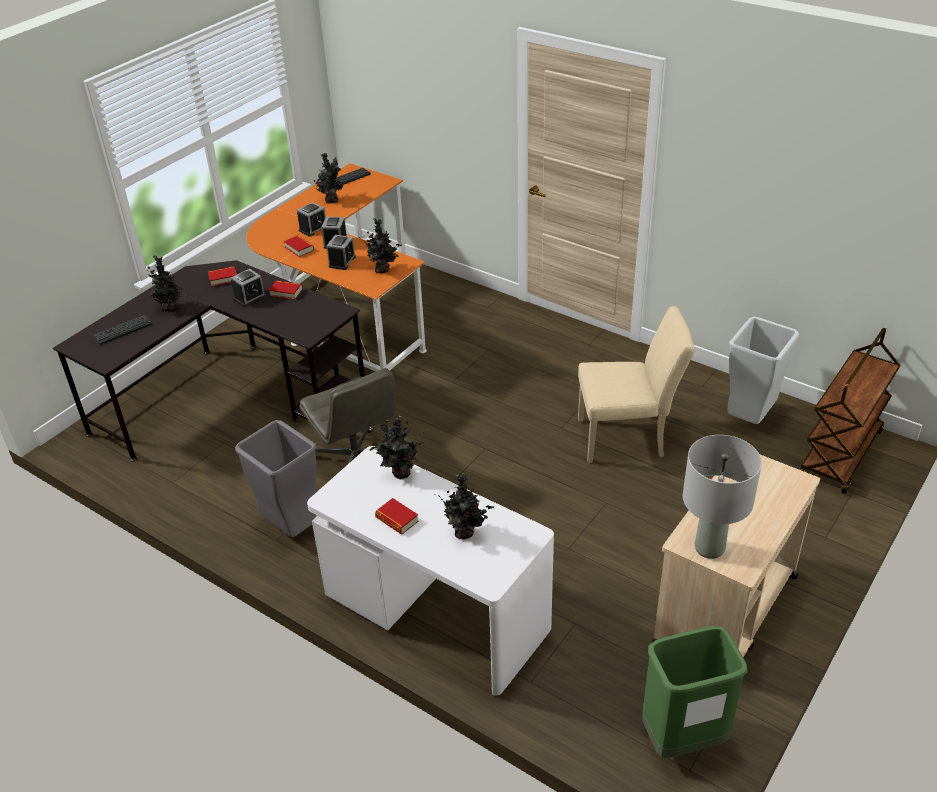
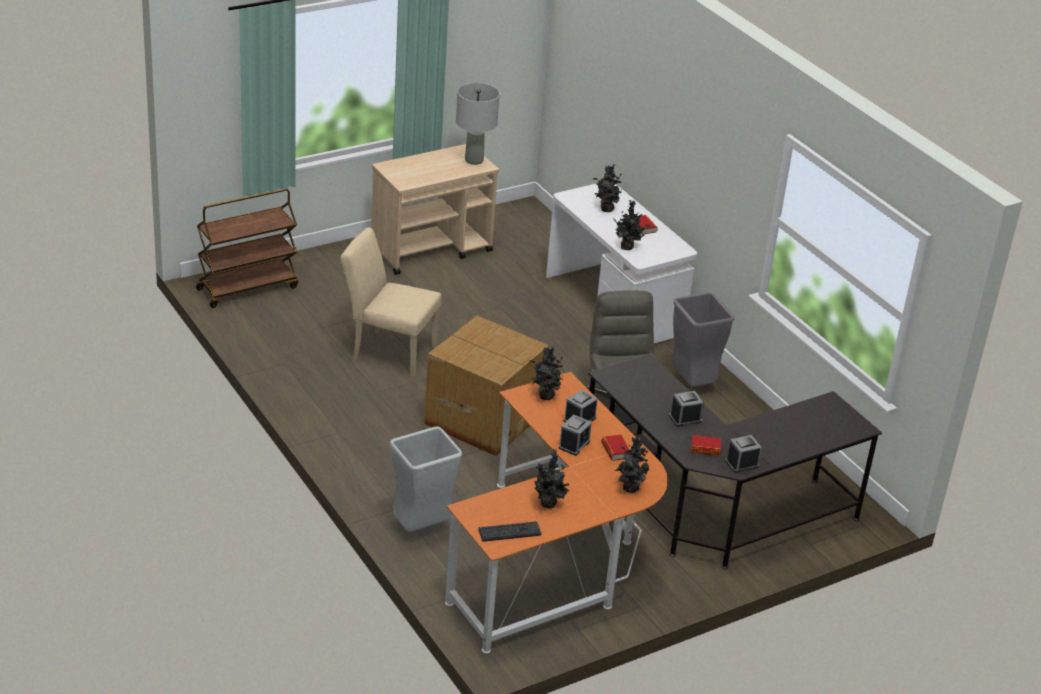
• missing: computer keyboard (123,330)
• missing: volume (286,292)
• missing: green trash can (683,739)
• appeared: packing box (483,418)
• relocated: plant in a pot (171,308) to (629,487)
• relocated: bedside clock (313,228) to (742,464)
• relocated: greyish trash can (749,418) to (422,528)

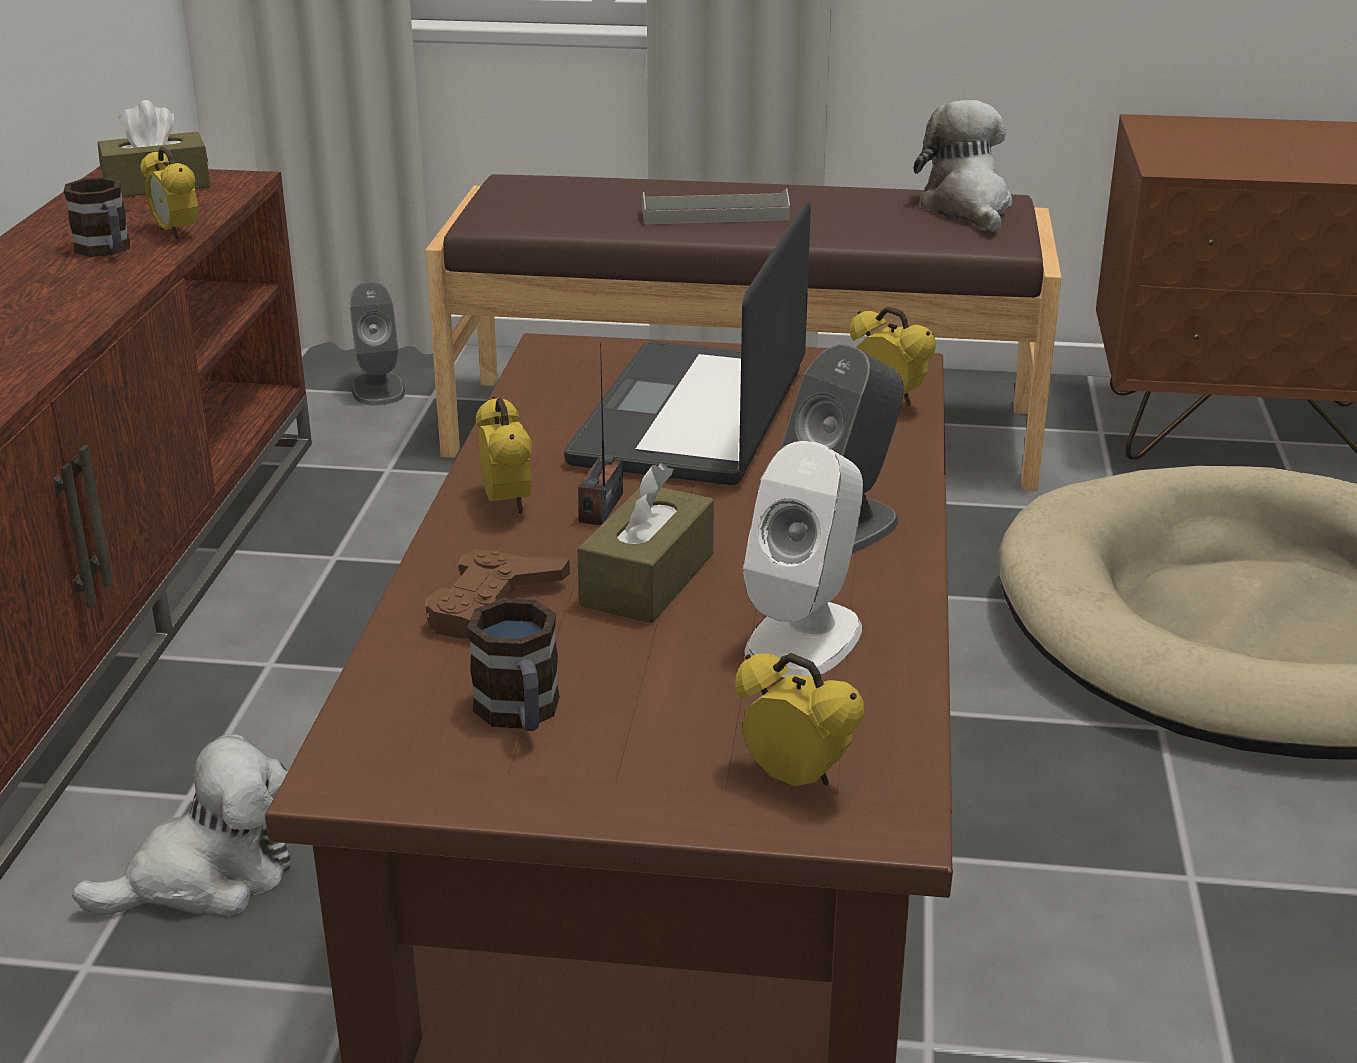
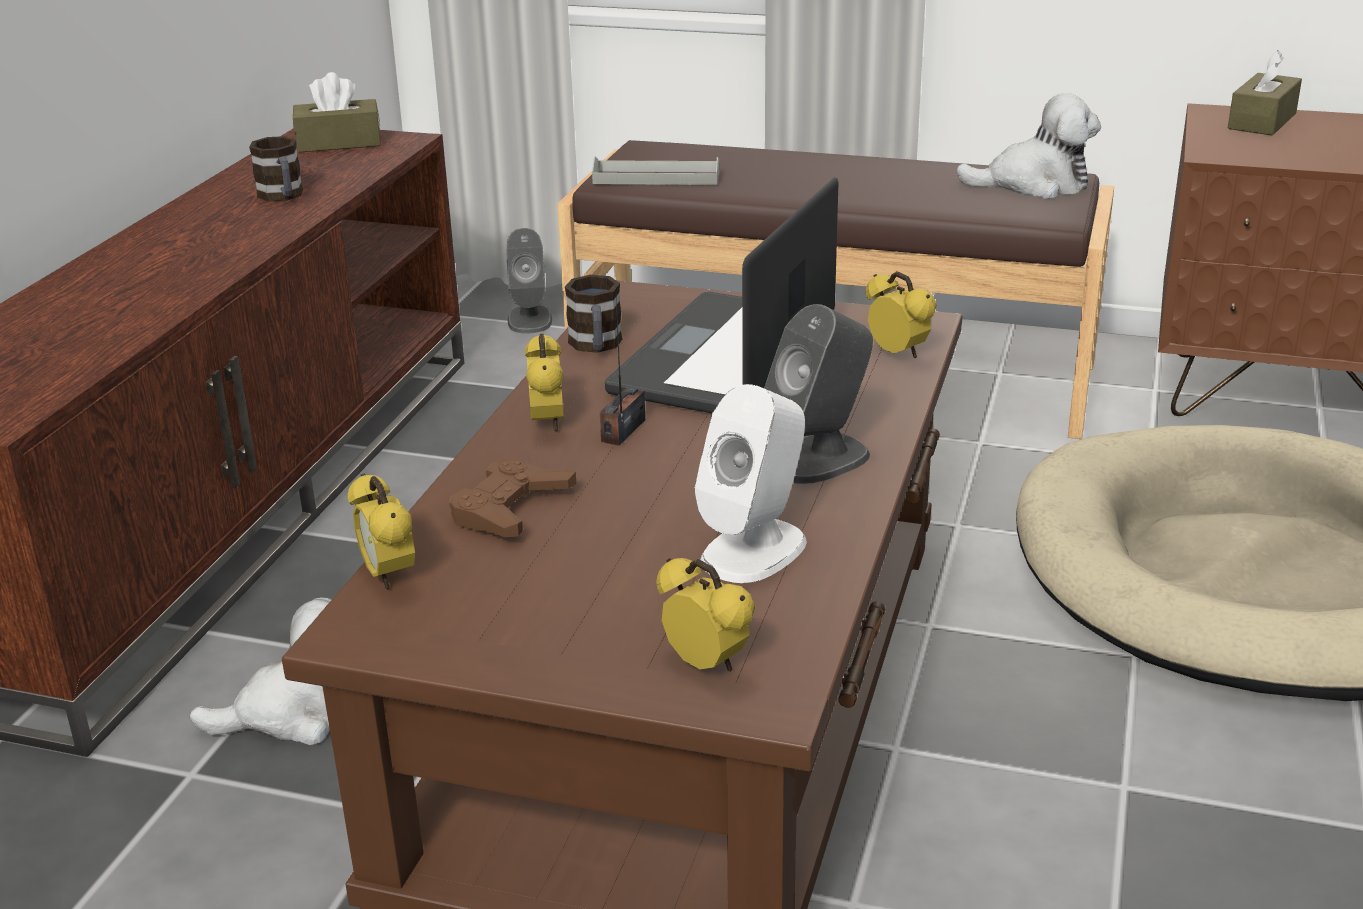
• relocated: bedside clock (176,233) to (388,576)
• relocated: mug (520,715) to (596,346)
• relocated: brownish box of tissues (647,580) to (1262,121)
• relocated: greyish serving tray (715,215) to (656,178)
• spun: plush toy (967,209) = (1034,185) 90 degrees clockwise

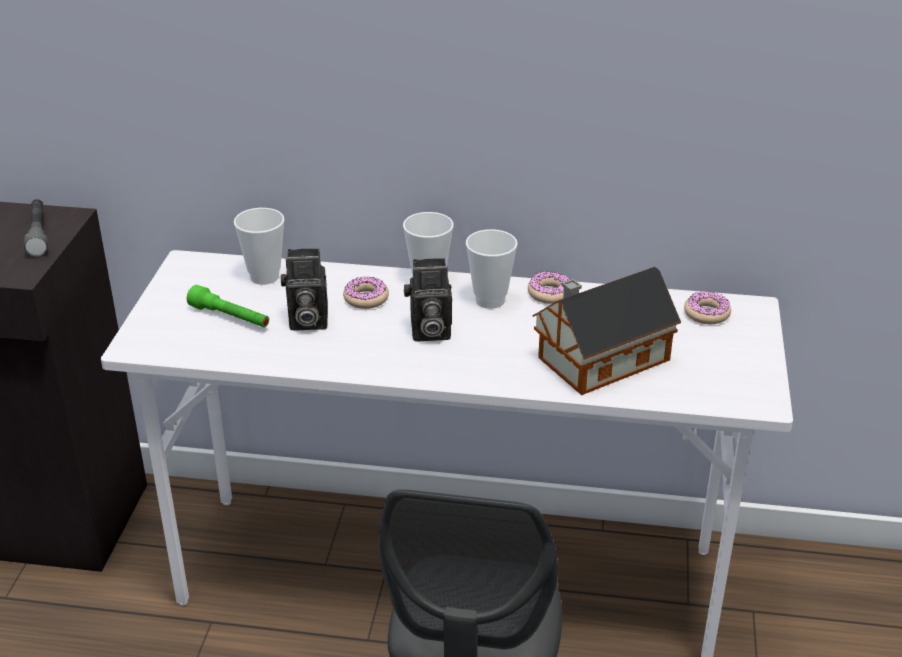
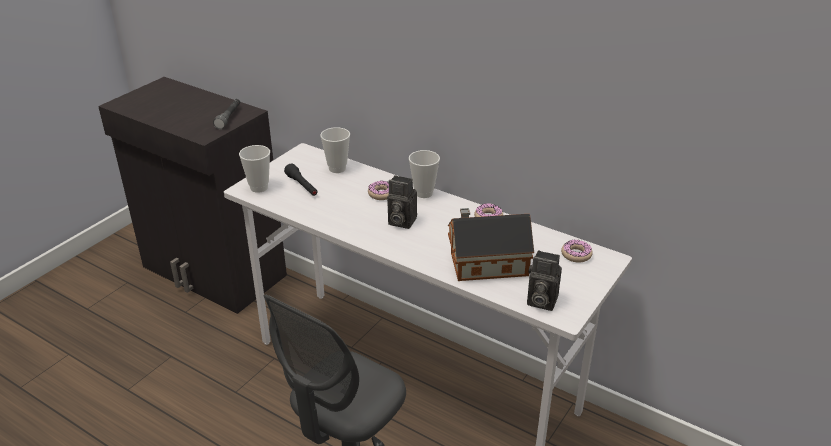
• relocated: photo camera (306,321) to (540,301)
• relocated: cup (490,300) to (259,187)
• colour: green torch (230,318) to black torch (302,186)

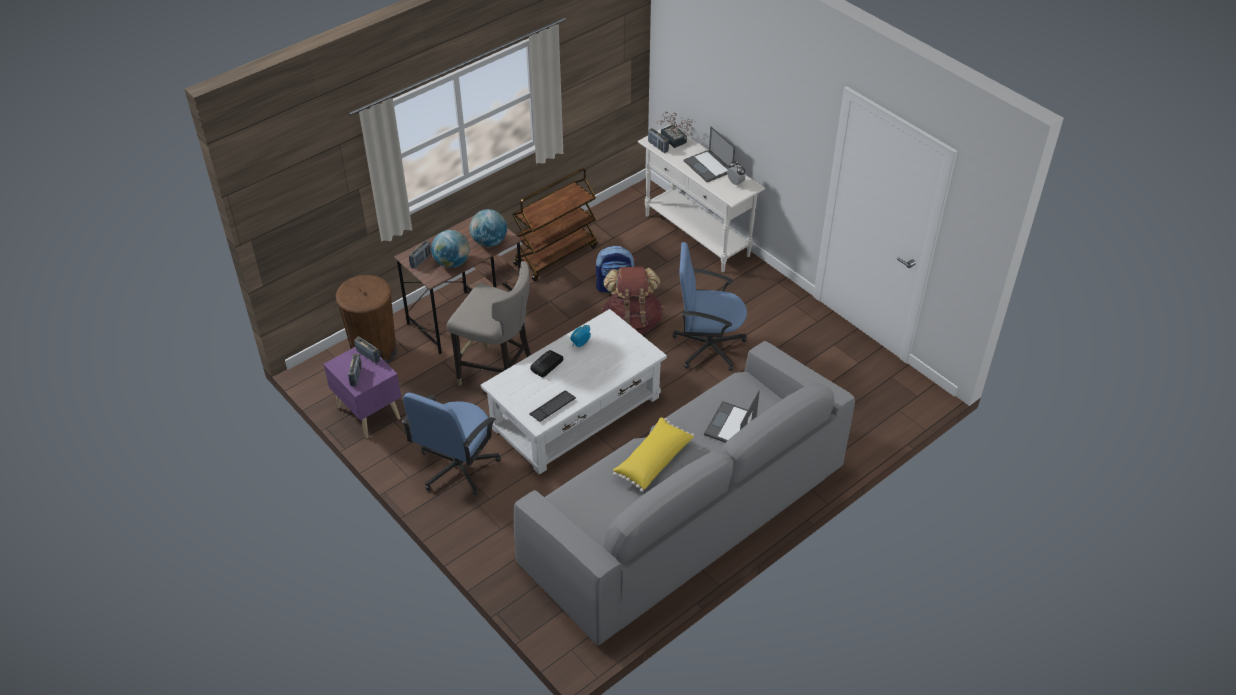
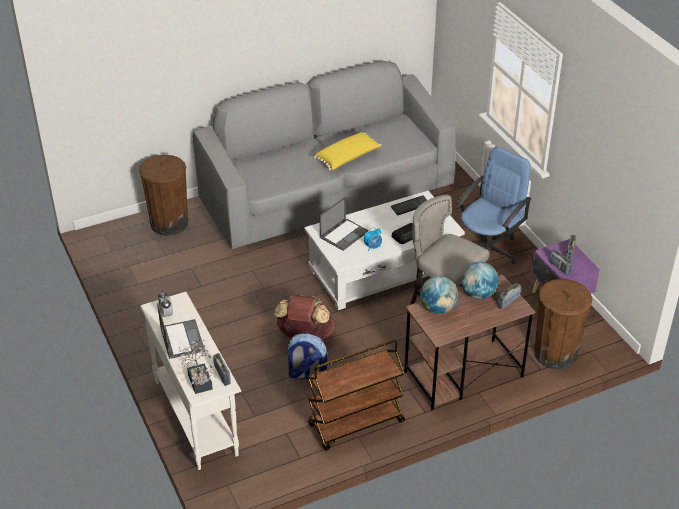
• missing: blue-coloured office chair (707,346)
• appeared: brownish trash can (169,223)
• relocated: portable computer (730,425) to (344,234)

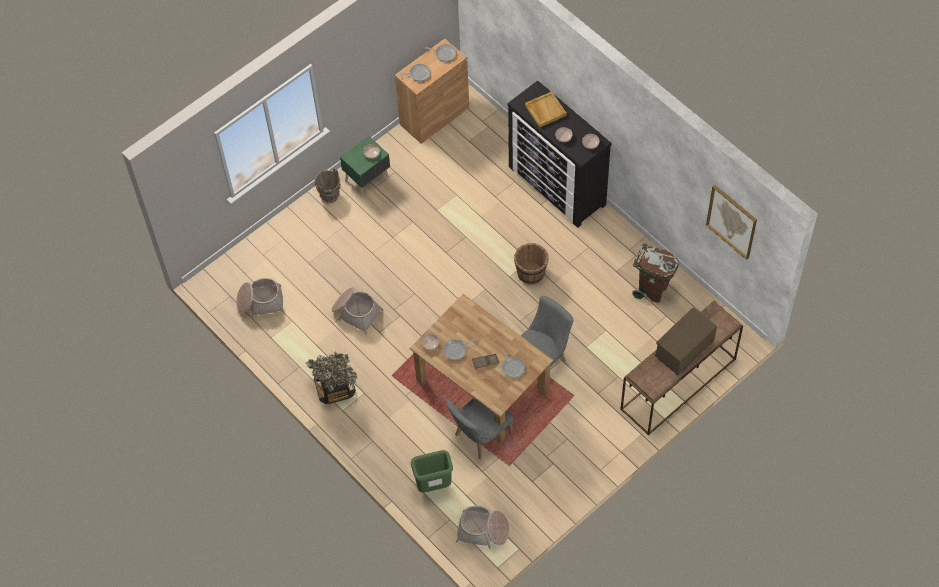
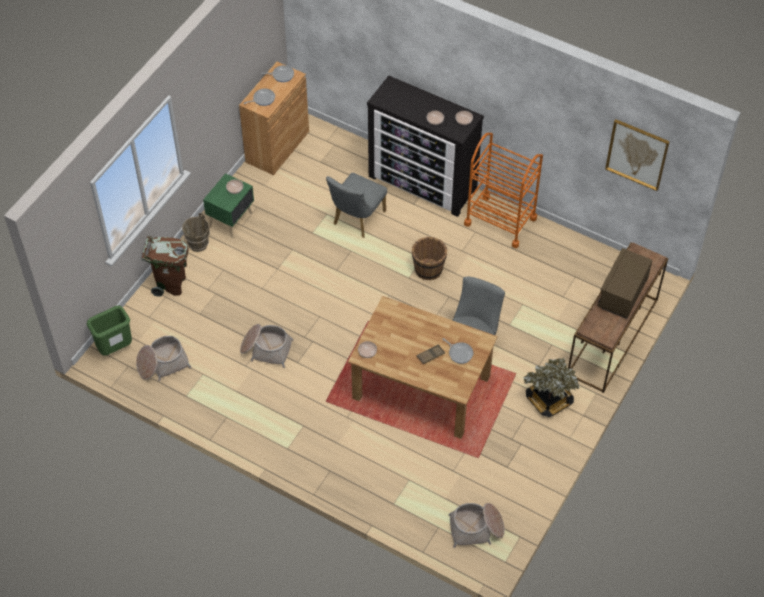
• missing: frying pan (456,350)
• missing: beige serving tray (545,110)
• appeared: orange wheeled cart (500,221)
• relocated: plant in a pot (335,388) to (549,400)
• relocated: green trash can (434,485) to (115,348)
• relocated: greyish upright chair (480,436) to (356,220)
• relocated: brownish trash can (652,290) to (171,284)

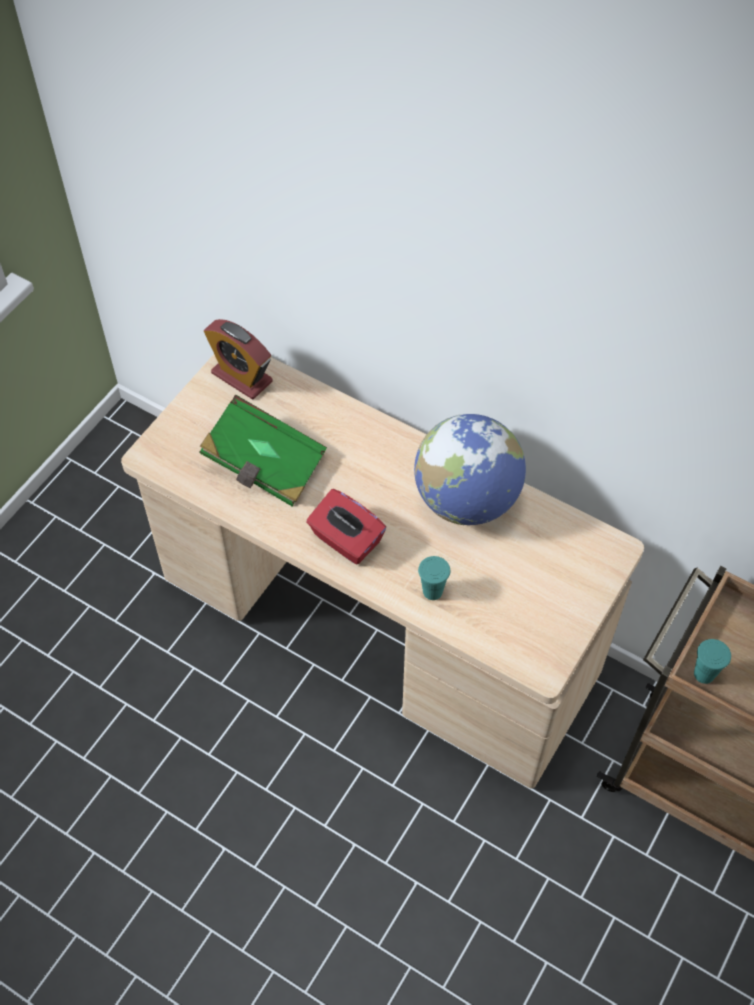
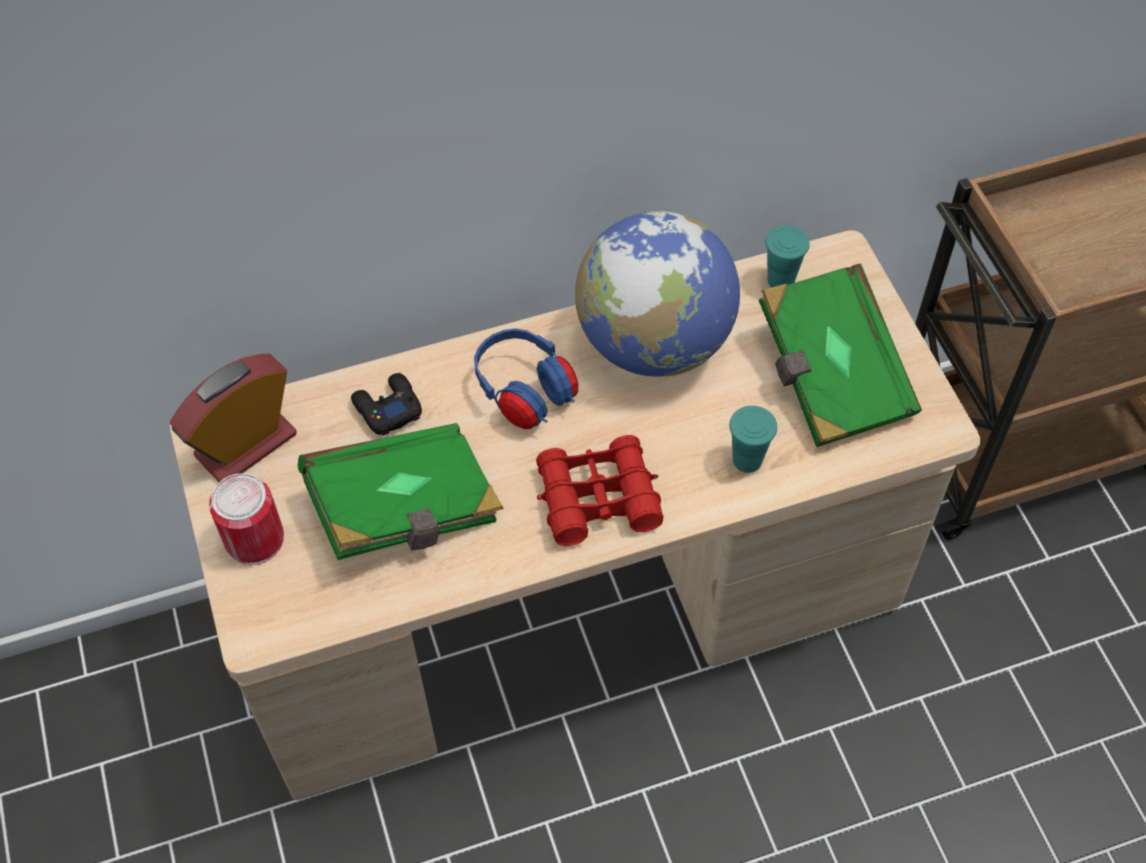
• appeared: sealed can (254,539)
• appeared: black game controller (387,408)
• appeared: blue-coloured pair of headphones (525,393)
• appeared: green volume (830,376)
• relocated: turquoise-coloured cup (704,674) to (780,280)
• exchanged: red-coloured box of tissues (346,540) to red-coloured binoculars (597,498)
• spun: bedside clock (242,377) = (246,445) 150 degrees clockwise

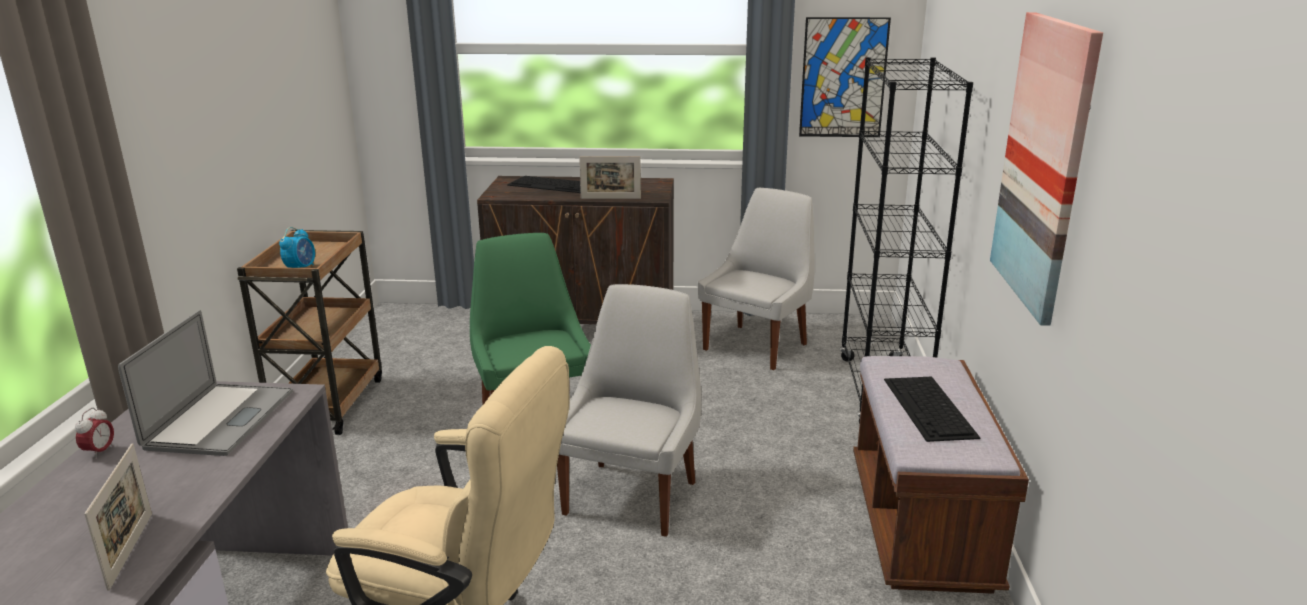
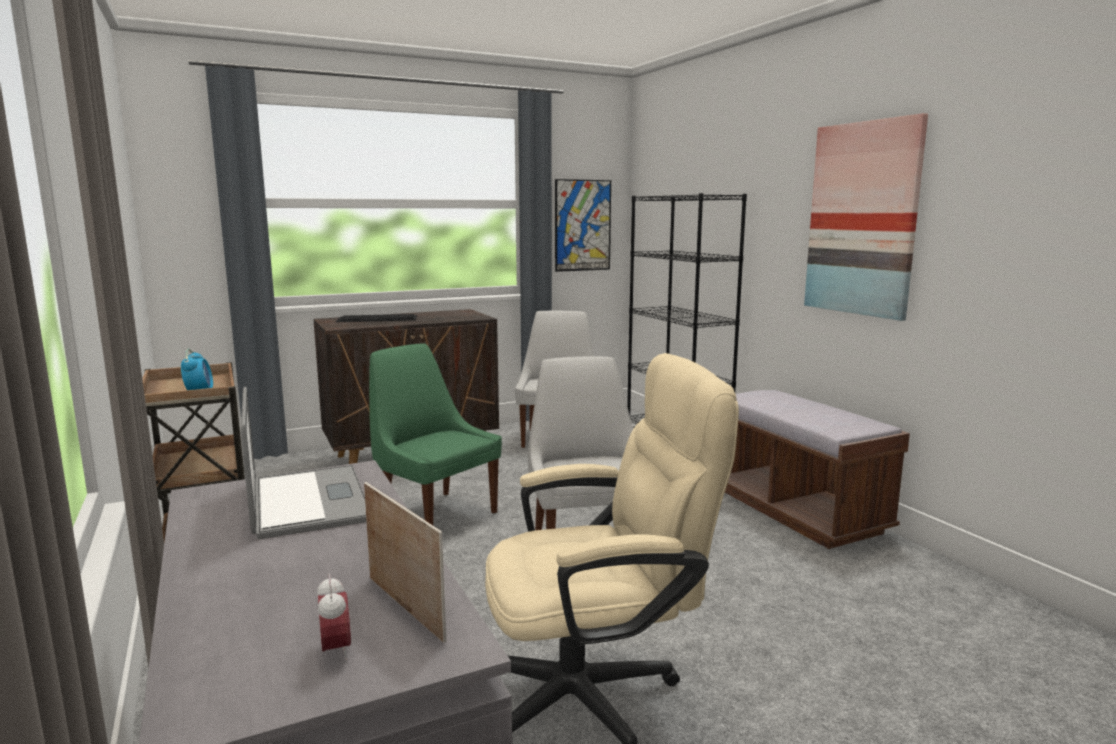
• missing: picture frame (610,198)
• missing: computer keyboard (930,408)
• relocated: bedside clock (100,452) to (336,650)

